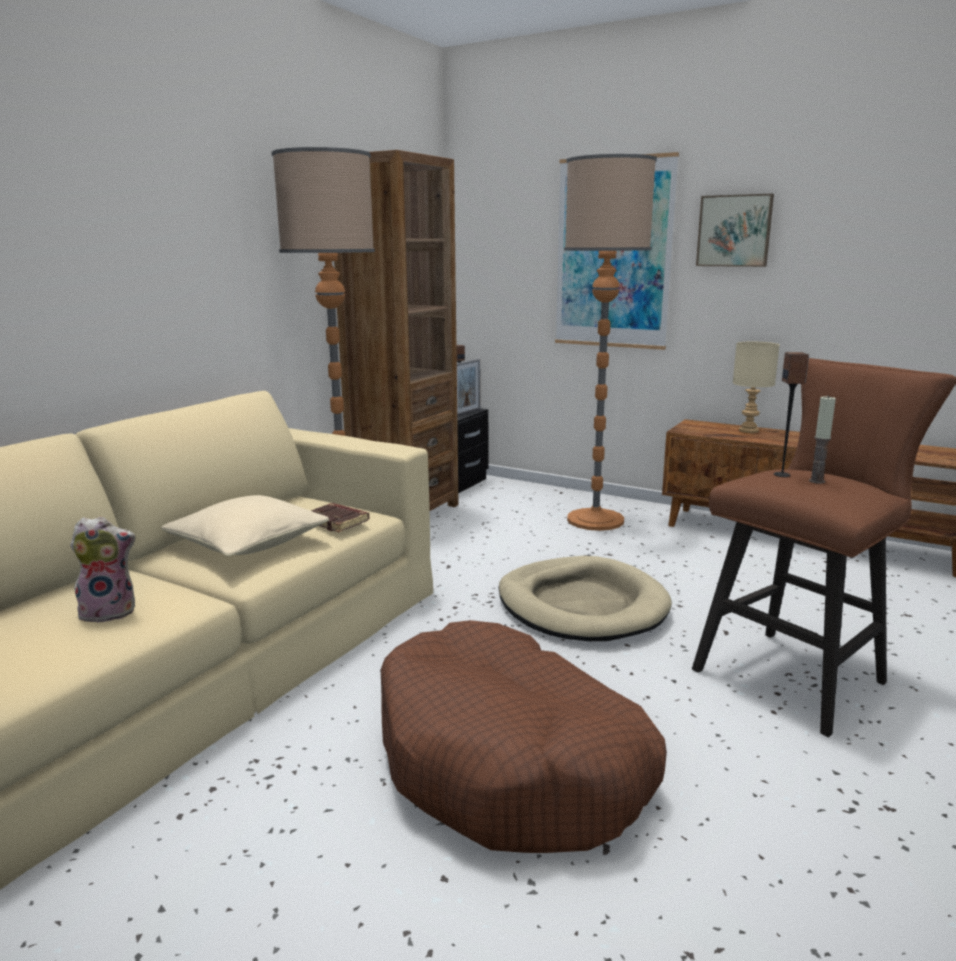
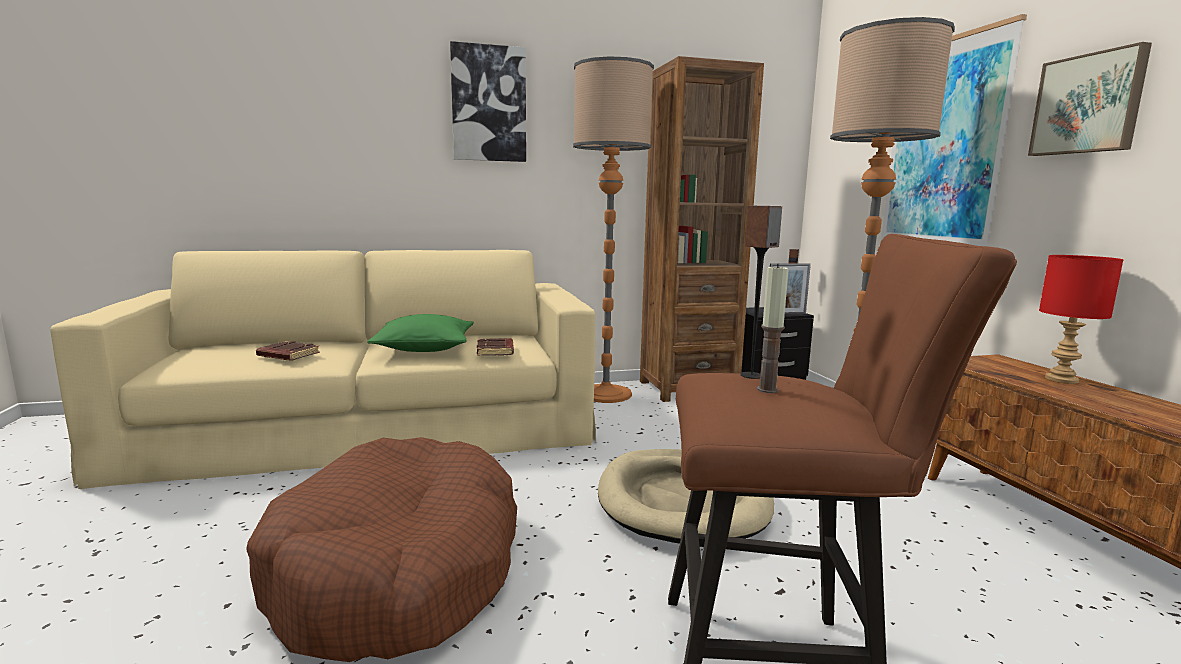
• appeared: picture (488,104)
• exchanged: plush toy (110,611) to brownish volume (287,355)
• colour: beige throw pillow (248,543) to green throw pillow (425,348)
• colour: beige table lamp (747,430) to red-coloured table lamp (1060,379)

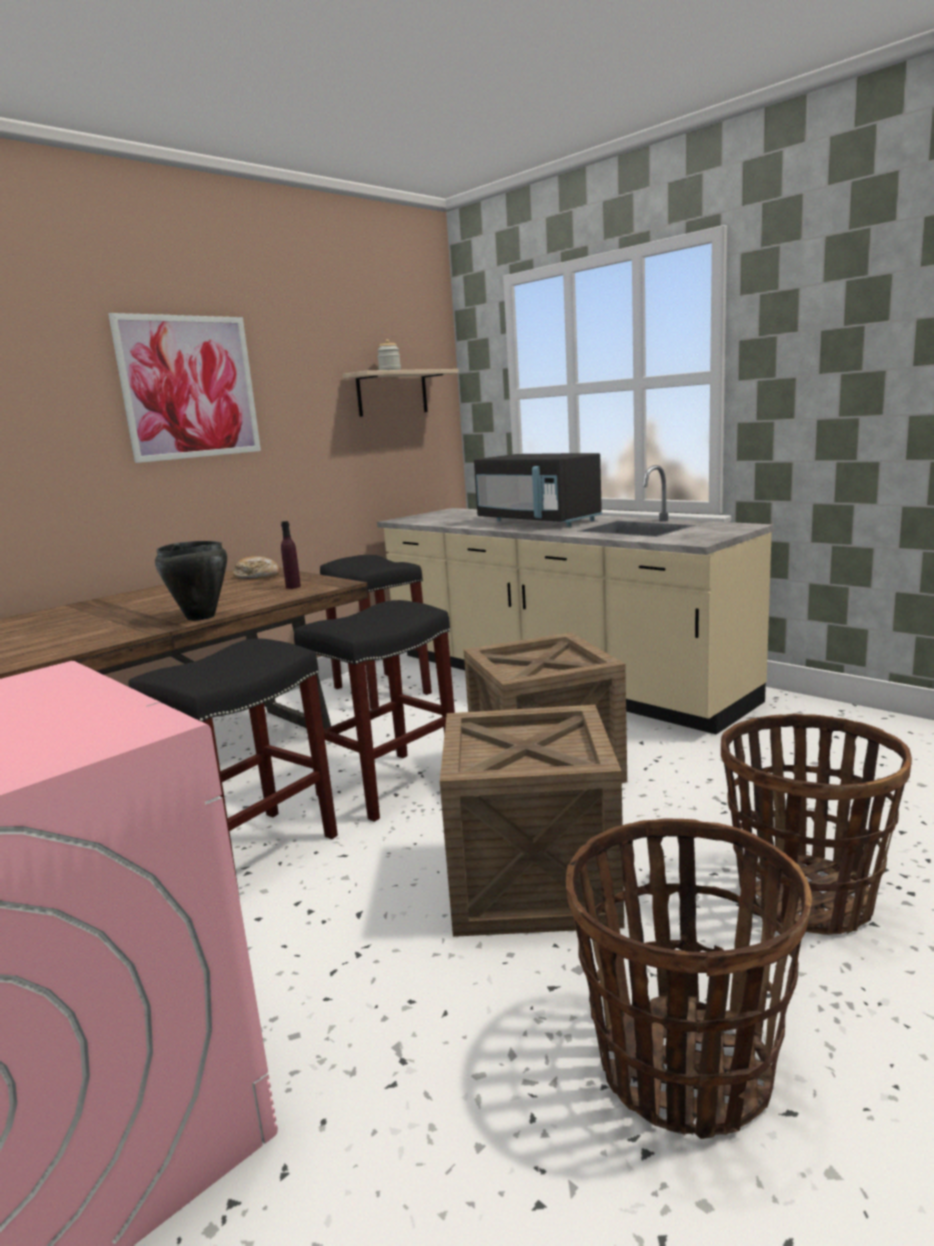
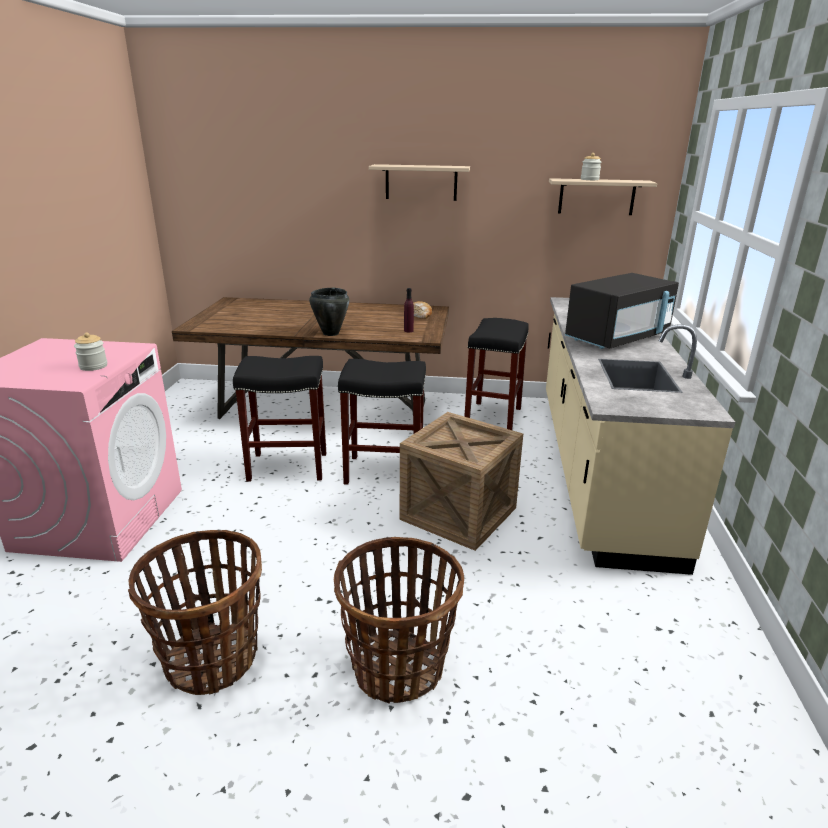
• missing: shipping crate (532,882)
• appeared: storage jar (93,366)
• exchanged: picture (189,387) to wall shelf (421,182)
• spun: black microwave oven (538,521) = (617,338) 135 degrees counterclockwise

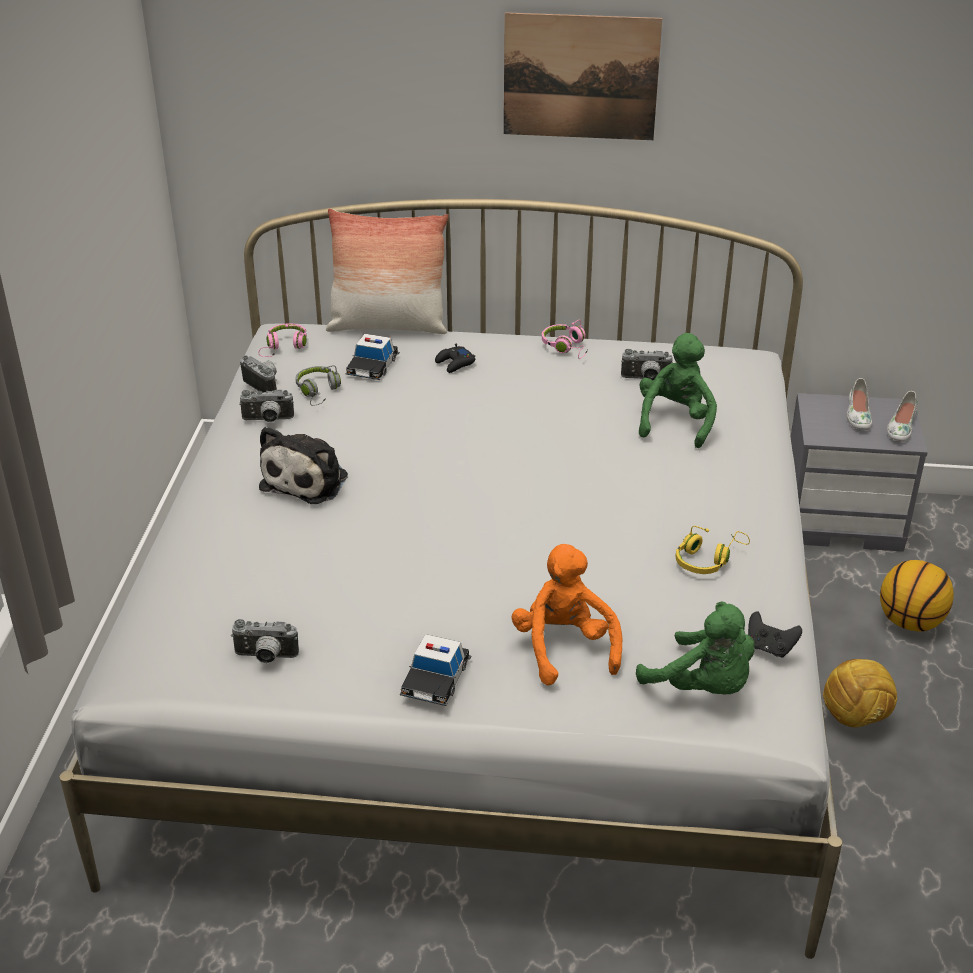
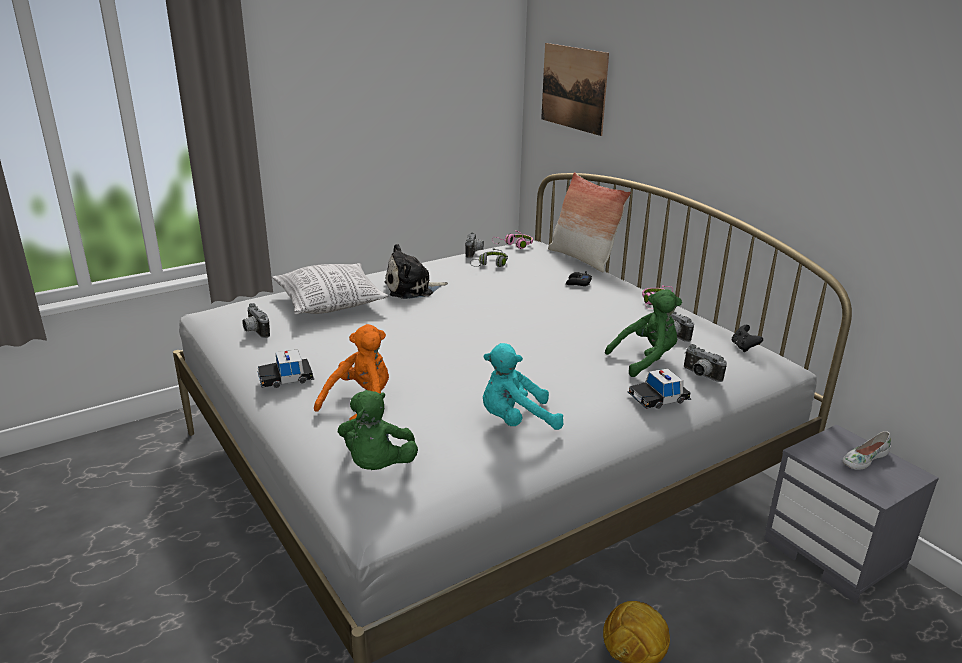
• missing: basketball (910,621)
• missing: white-coloured low shoe (900,426)
• appeared: throw pillow (330,303)
• relocated: photo camera (268,420) to (700,375)
• relocated: model car (372,366) to (658,398)
• relocated: picture (580,77) to (573,88)
• relocated: black game controller (770,648) to (744,347)
• exchanged: yellowish pair of headphones (708,559) to turquoise-coloured plush toy (516,421)

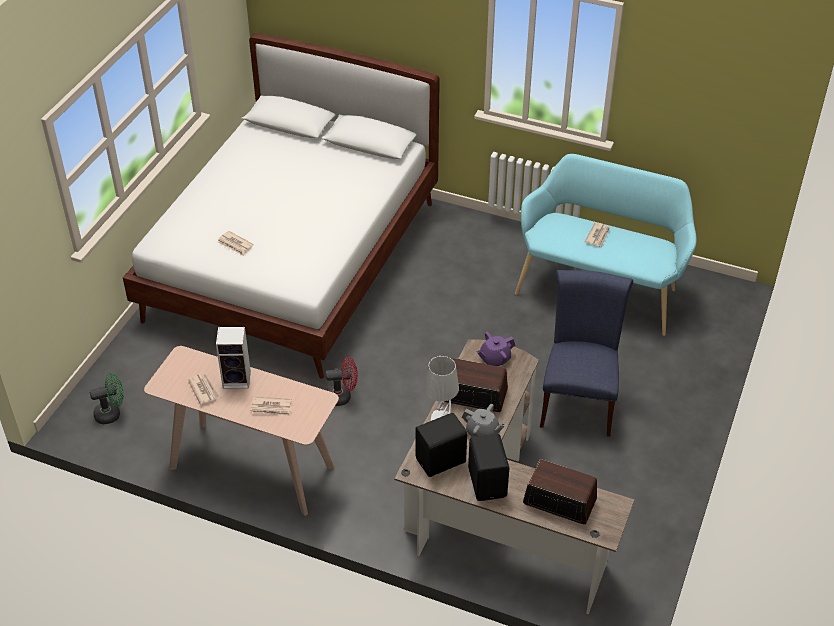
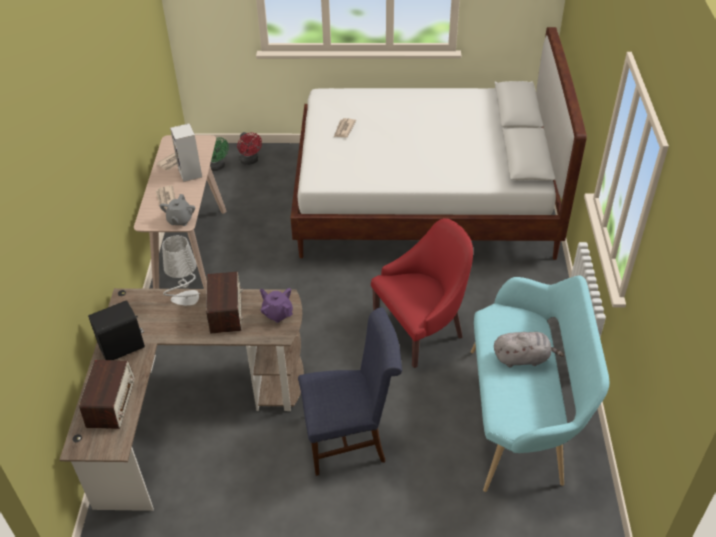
• missing: black loudspeaker (442,461)
• appeared: red-coloured armchair (421,328)
• relocated: red-coloured fan (342,396) to (250,161)
• relocated: greyish pot for tea (482,433) to (180,220)
• exchanged: newspaper (598,236) to greyish plush toy (523,358)

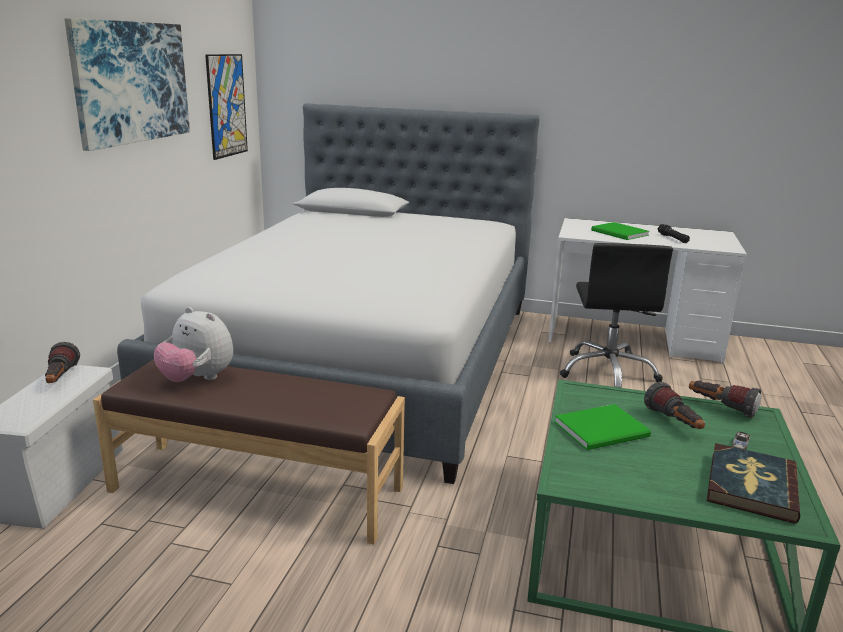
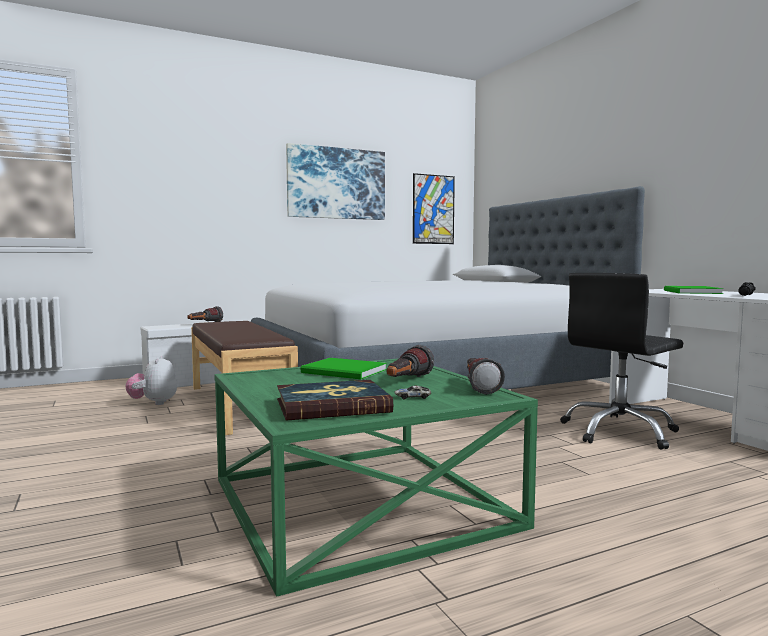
• relocated: plush toy (197,379) to (153,403)

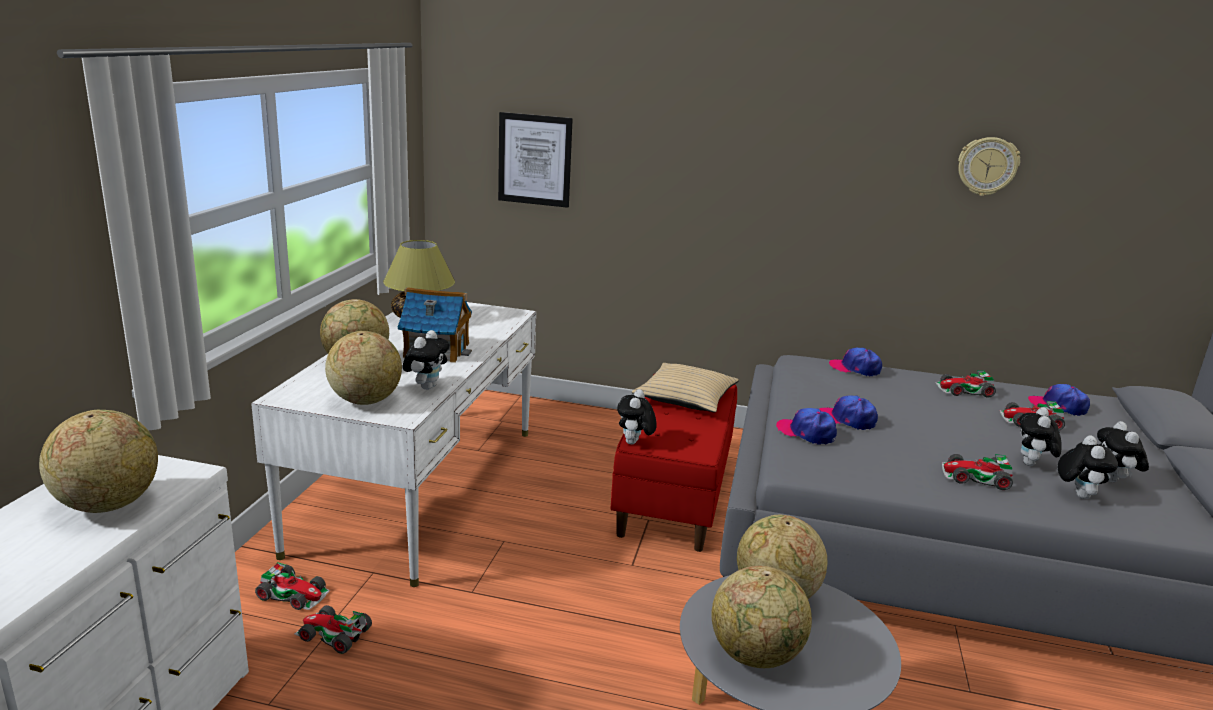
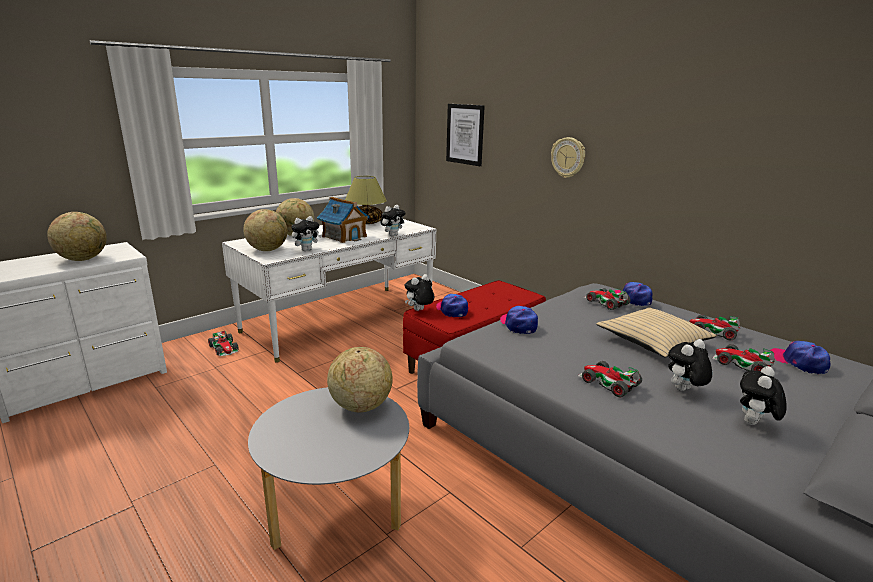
• missing: world globe (755,655)
• relocated: model car (333,635) to (605,302)
• relocated: beige throw pillow (686,398) to (653,341)
• relocated: cap (847,419) to (452,310)
• relocated: clock on the wall (987,166) to (568,157)
• relocated: plush toy (1077,494) to (392,235)

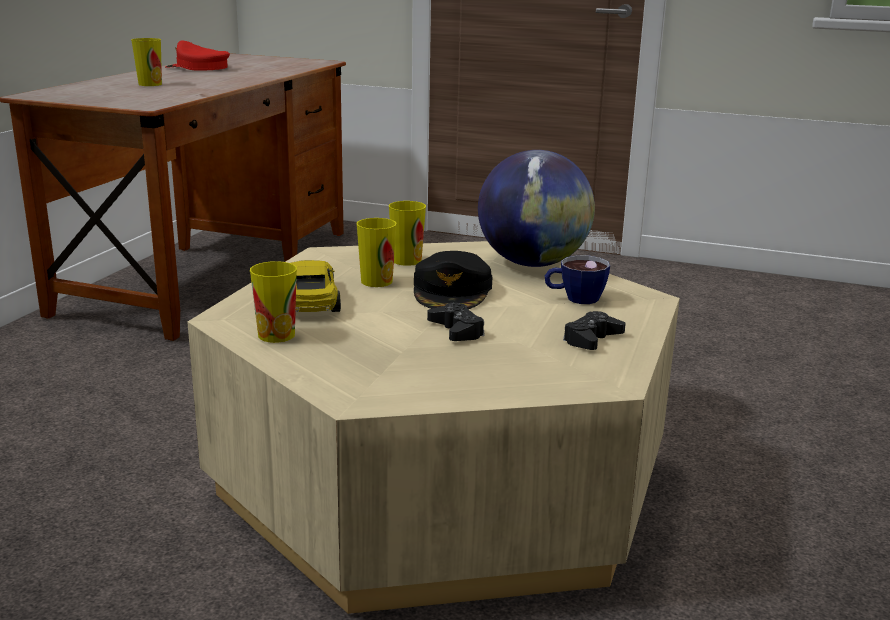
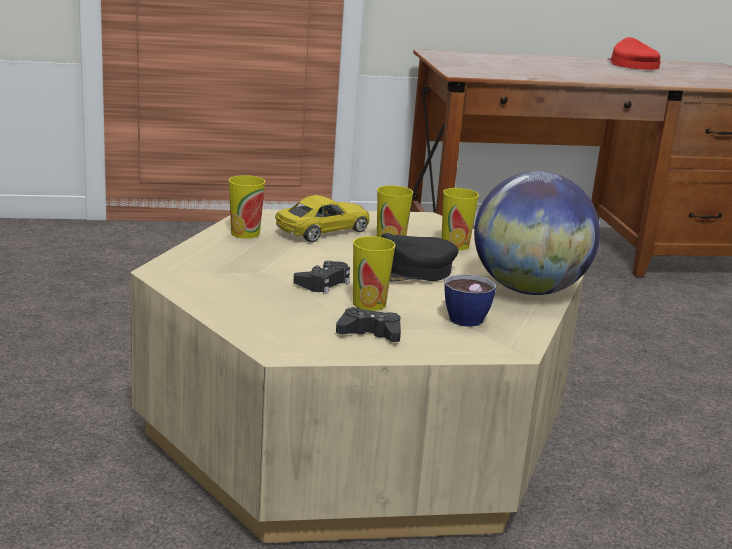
• relocated: cup (150,84) to (369,303)

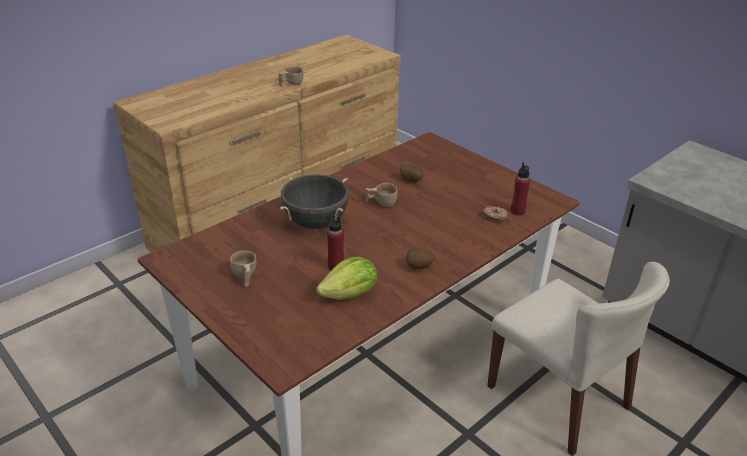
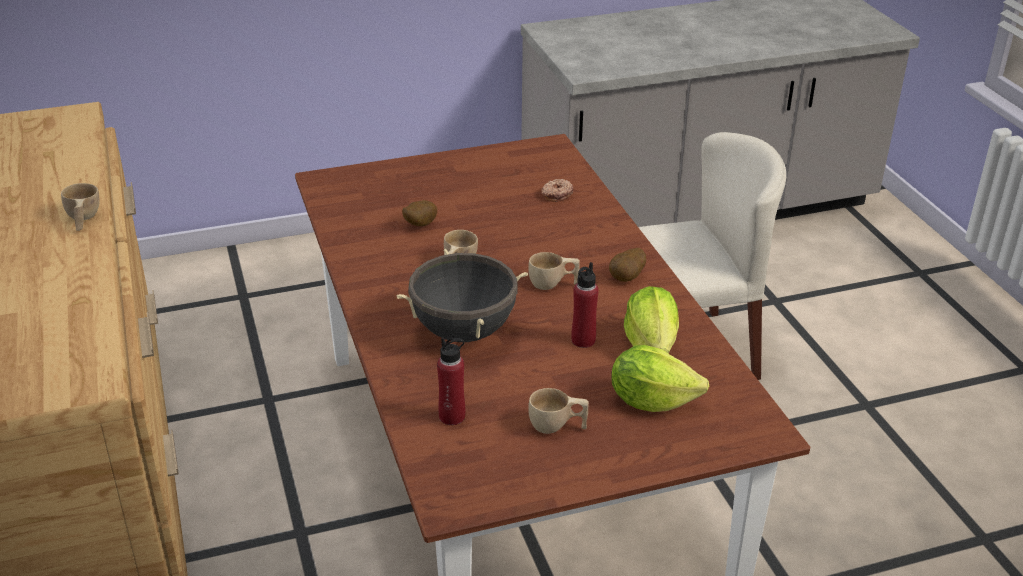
• appeared: beige cup (553,284)
• appeared: head of lettuce (651,400)
• relocated: red-coloured beverage bottle (517,211) to (452,416)

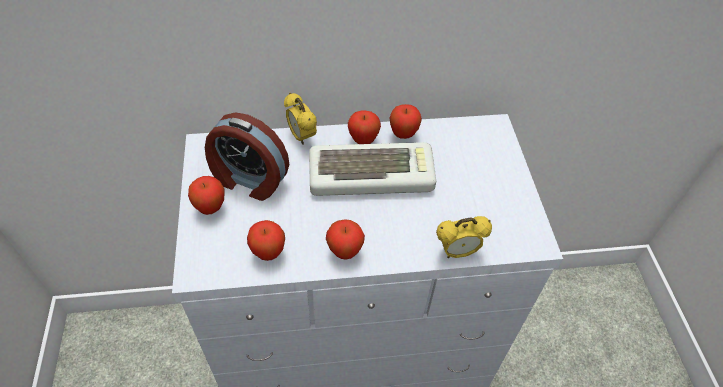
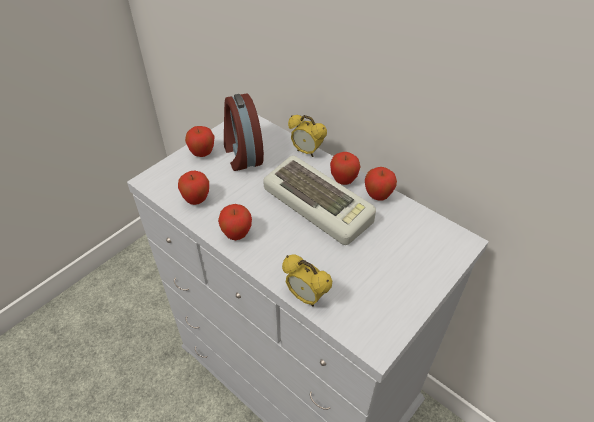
• spun: bedside clock (301,137) = (306,152) 75 degrees counterclockwise

